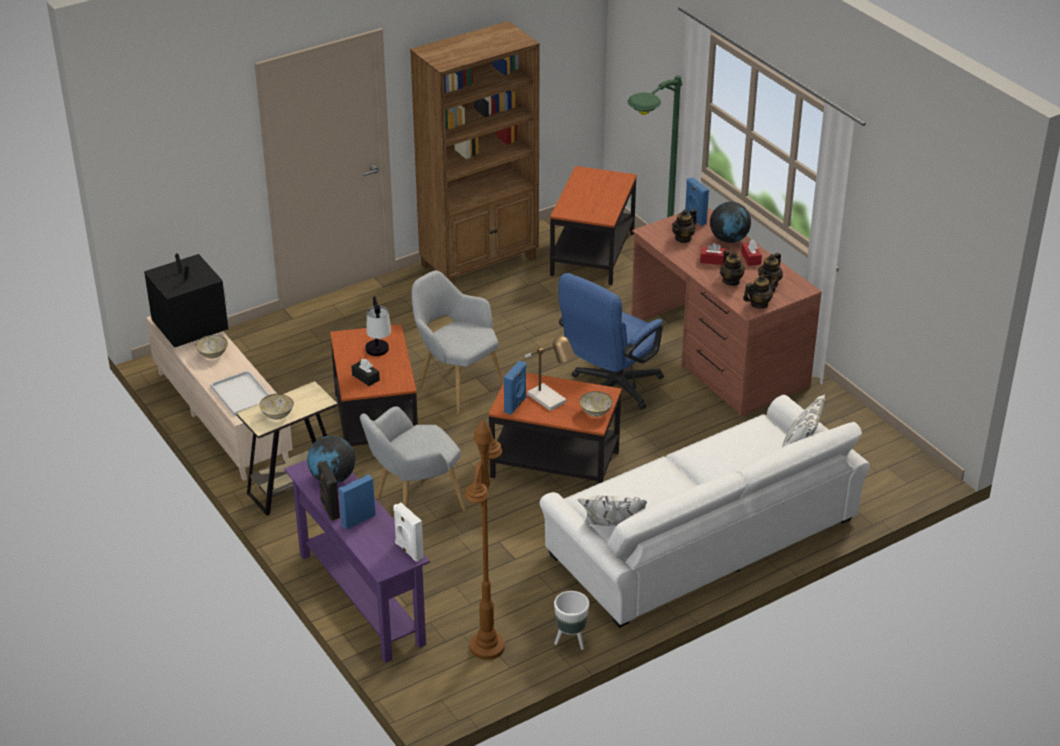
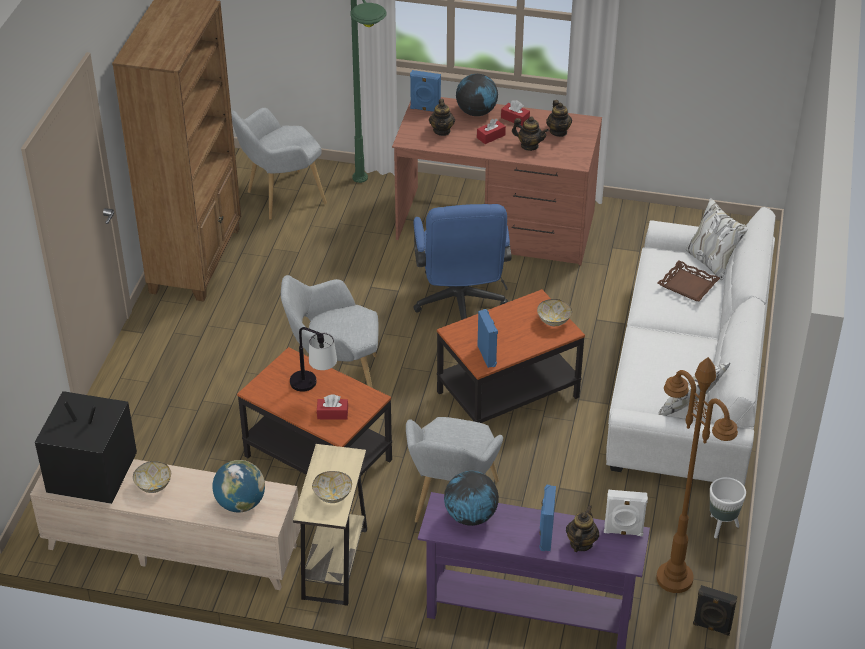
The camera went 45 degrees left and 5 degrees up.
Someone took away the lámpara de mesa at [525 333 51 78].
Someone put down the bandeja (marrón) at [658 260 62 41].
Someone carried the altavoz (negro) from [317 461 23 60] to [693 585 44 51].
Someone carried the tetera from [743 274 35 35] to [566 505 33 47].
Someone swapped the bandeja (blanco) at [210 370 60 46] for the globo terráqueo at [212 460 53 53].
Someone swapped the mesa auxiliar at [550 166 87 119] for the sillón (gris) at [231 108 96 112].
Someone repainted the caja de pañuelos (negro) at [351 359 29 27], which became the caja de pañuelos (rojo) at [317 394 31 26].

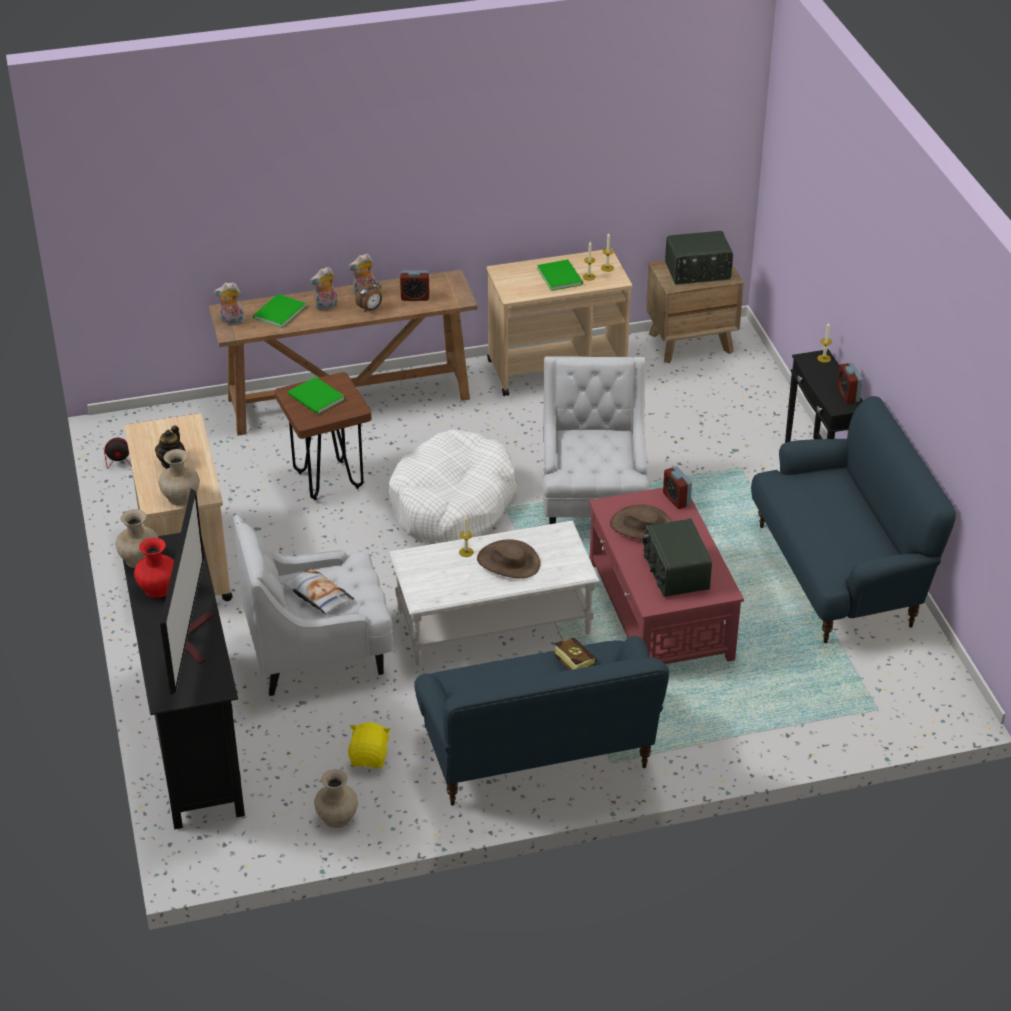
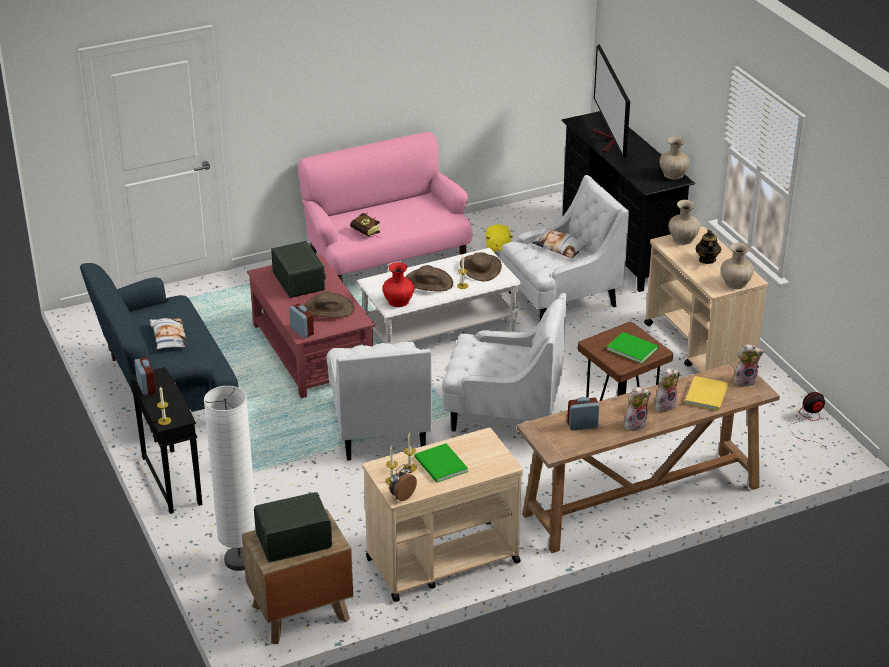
The camera went 170 degrees right and 5 degrees down.
Someone put down the cojín at [150 318 38 31].
Someone put down the lámpara de pie (blanco) at [204 386 51 185].
Someone put down the sombrero (marrón) at [460 252 42 29].
Someone carried the florero (rojo) from [134 538 40 60] to [382 262 32 45].
Someone carried the florero (beis) from [314 769 44 59] to [721 243 33 46].
Someone carried the despertador from [355 279 27 33] to [389 464 28 37].
Someone swapped the cama para perro (blanco) at [389 429 128 113] for the sillón (blanco) at [442 293 125 139].
Someone repainted the libro (verde) at [253 294 53 34], which became the libro (amarillo) at [685 376 43 34].
Someone repainted the sofá (azul) at [414 636 255 170], which became the sofá (rosa) at [298 132 174 150].

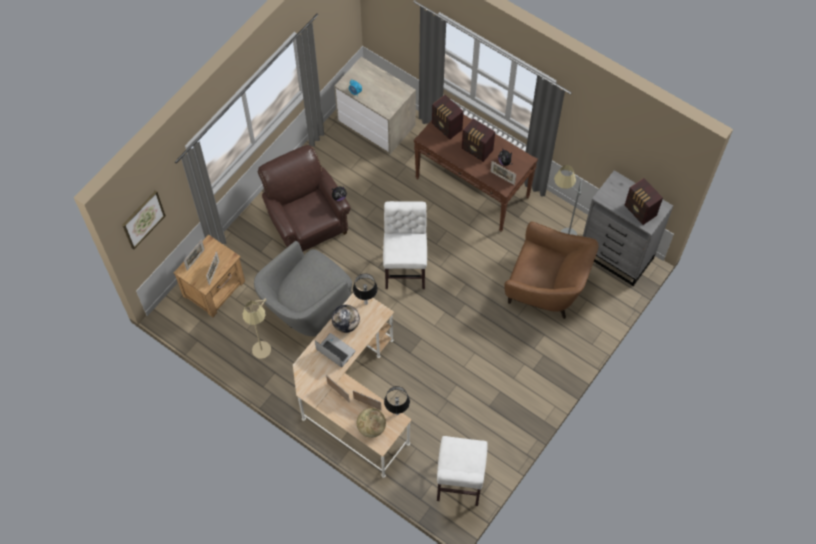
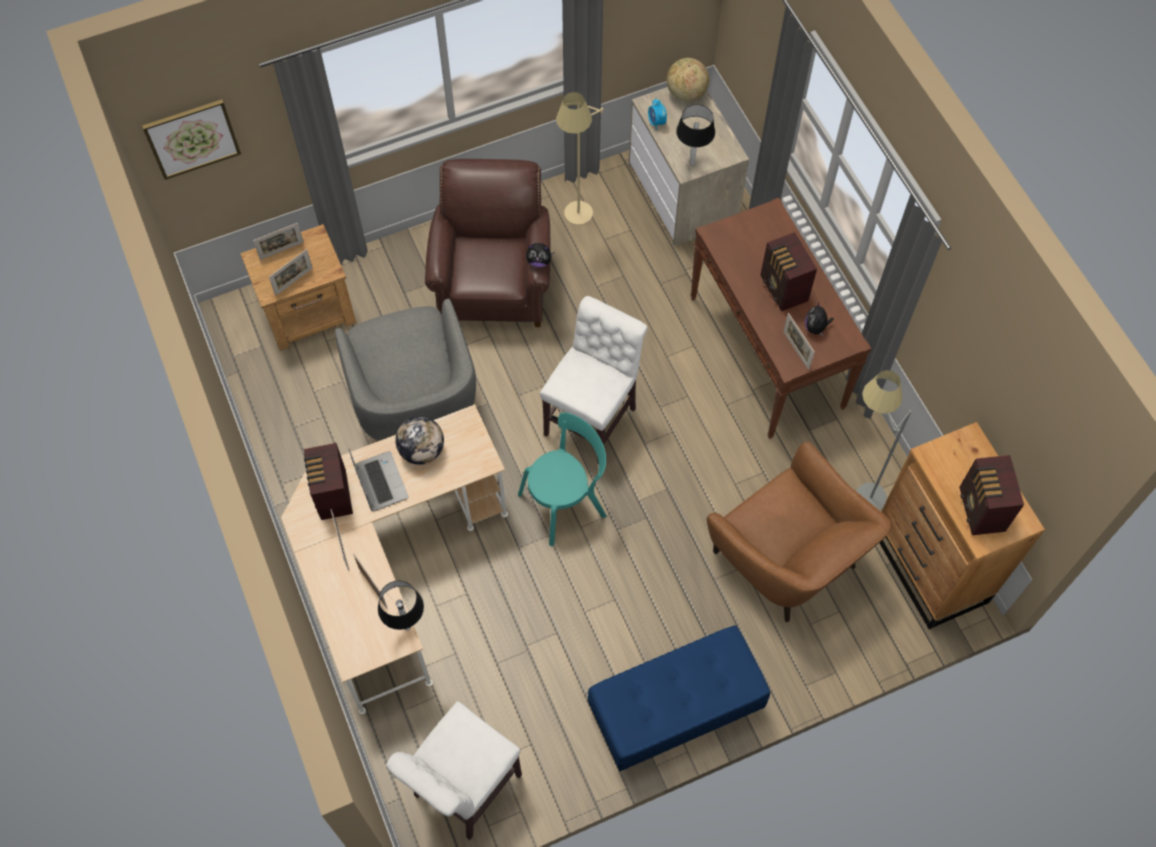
The camera went 30 degrees right and 0 degrees up.
Someone put down the silla (turquesa) at [518 412 89 134].
Someone put down the banco (azul) at [588 625 182 146].
Someone carried the lámpara de pie (beis) from [243 298 28 61] to [556 92 47 133].
Someone carried the lámpara de mesa from [353 274 25 31] to [676 104 39 62].
Someone carried the globo terráqueo from [357 408 29 30] to [667 58 42 44].
Someone carried the radio from [432 95 32 44] to [304 443 49 77].
Someone repainted the cómoda (gris) at [583 170 90 116], which became the cómoda (marrón) at [880 422 165 208].
Someone rotated the sillón (gris) at [254 241 98 95] by 90 degrees counterclockwise.

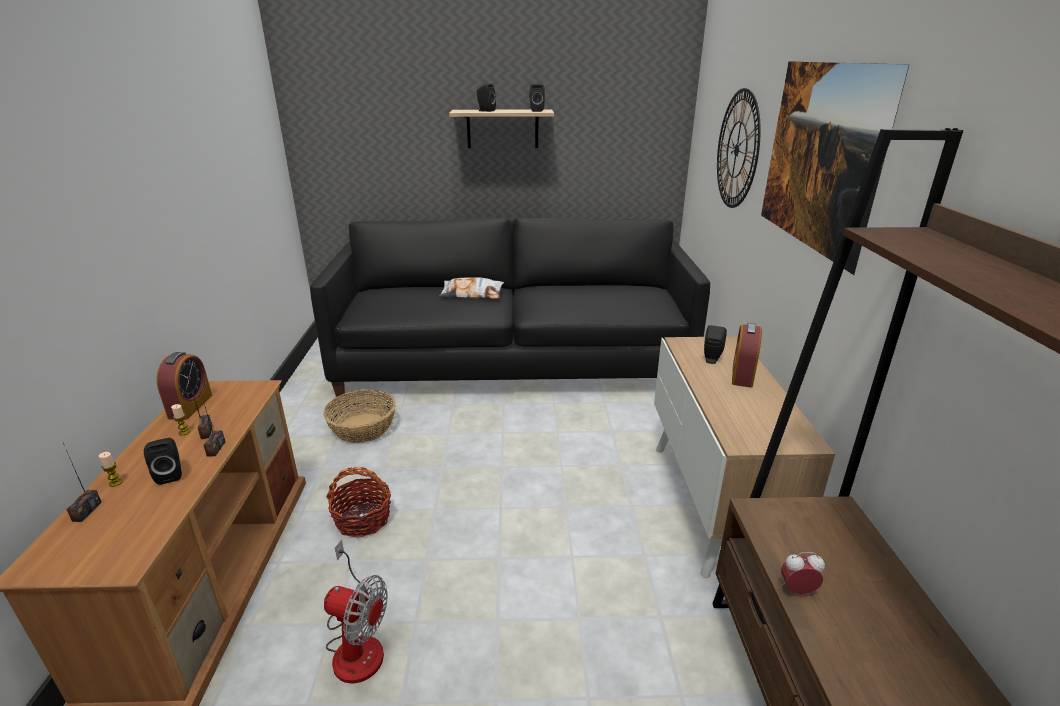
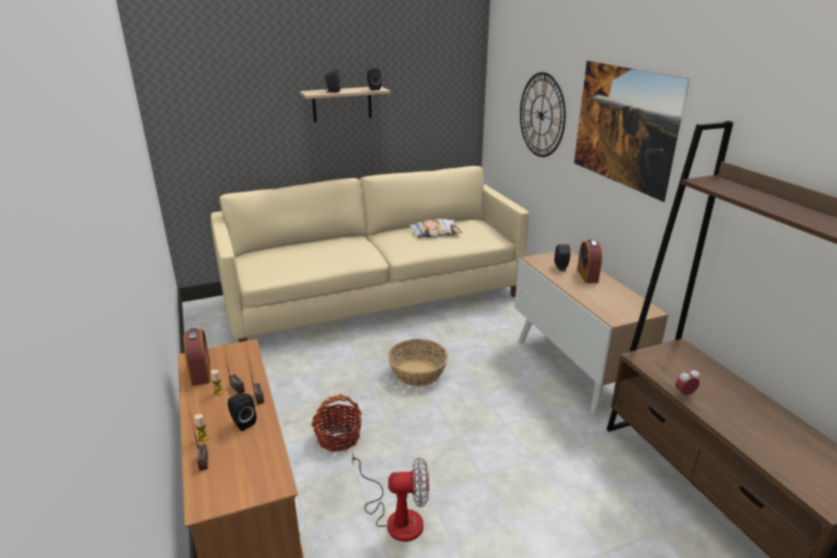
The camera went 20 degrees left and 0 degrees up.
Someone carried the cesta from [323 389 73 54] to [388 339 60 47].
Someone carried the cojín from [439 277 65 22] to [409 219 53 19].
Someone repainted the sofá (negro) at [310 218 400 179], which became the sofá (beis) at [211 166 318 176].

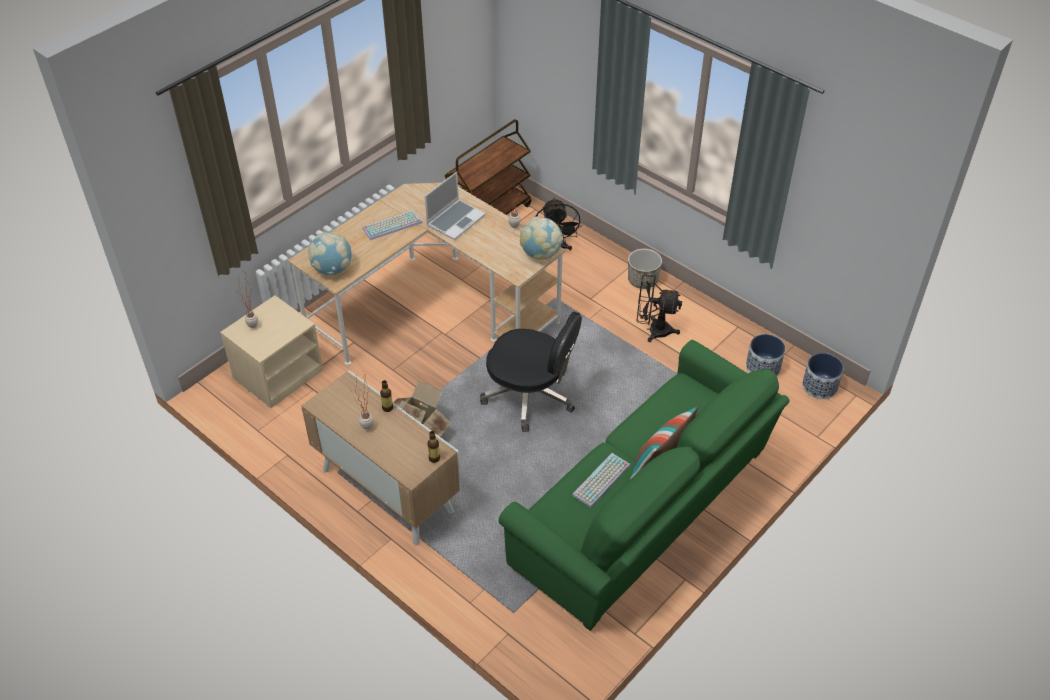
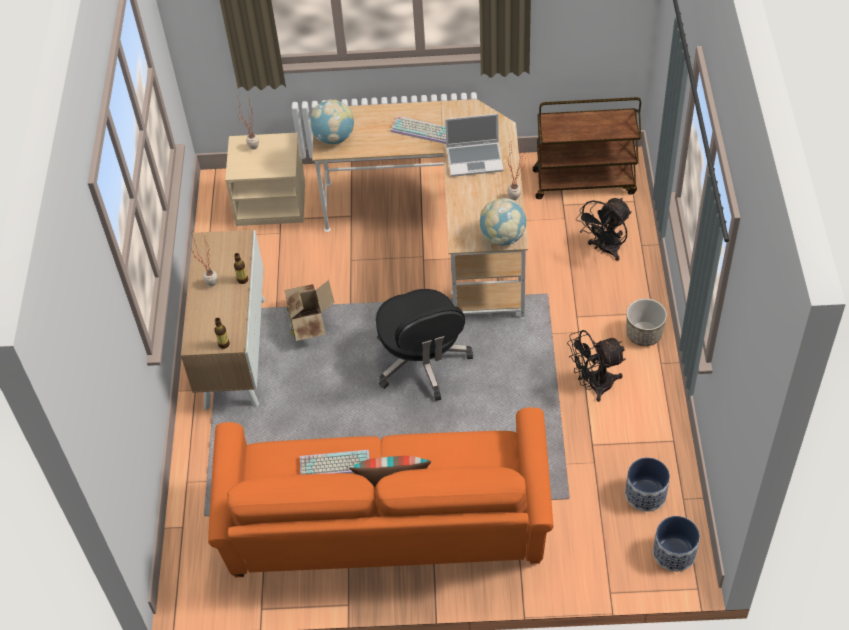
The camera went 50 degrees right and 5 degrees up.
Someone repainted the sofá (verde) at [499 340 290 291], which became the sofá (naranja) at [208 407 345 170].
Someone rotated the ventilador (negro) at [637 274 45 68] by 75 degrees counterclockwise.

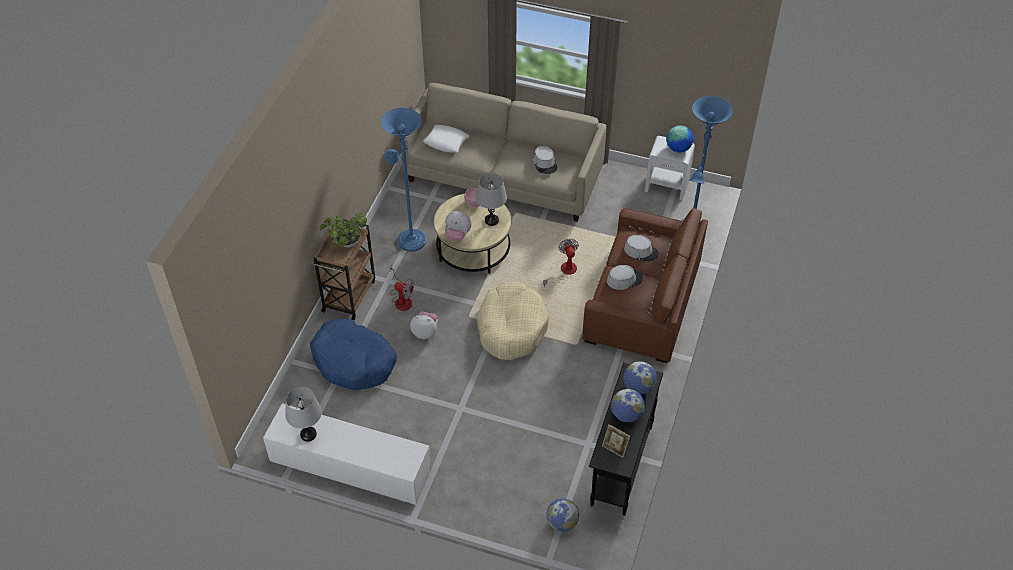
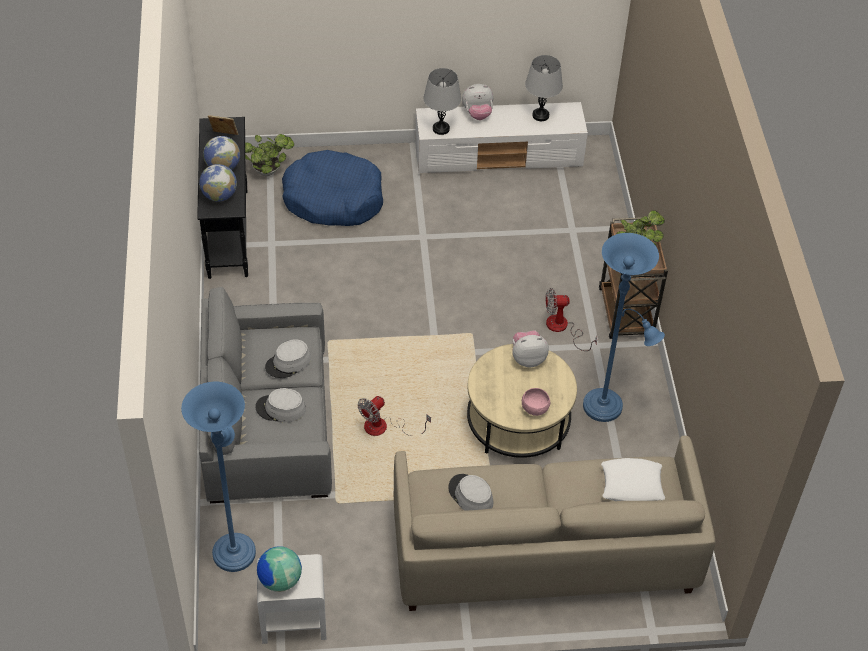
The camera went 155 degrees right and 0 degrees up.
Someone took away the cama para perro (beis) at [477 281 72 79].
Someone carried the cama para perro (azul) from [310 319 87 72] to [282 150 101 76].
Someone carried the peluche from [410 311 28 28] to [462 84 31 36].
Someone carried the lámpara de mesa (gris) from [476 173 31 53] to [423 68 38 67].
Someone swapped the globo terráqueo at [547 498 32 34] for the planta en maceta at [245 134 49 42].
Someone repainted the sofá (marrón) at [583 208 125 155], which became the sofá (gris) at [199 287 133 216].
Someone rotated the ventilador at [543 239 36 48] by 75 degrees clockwise.

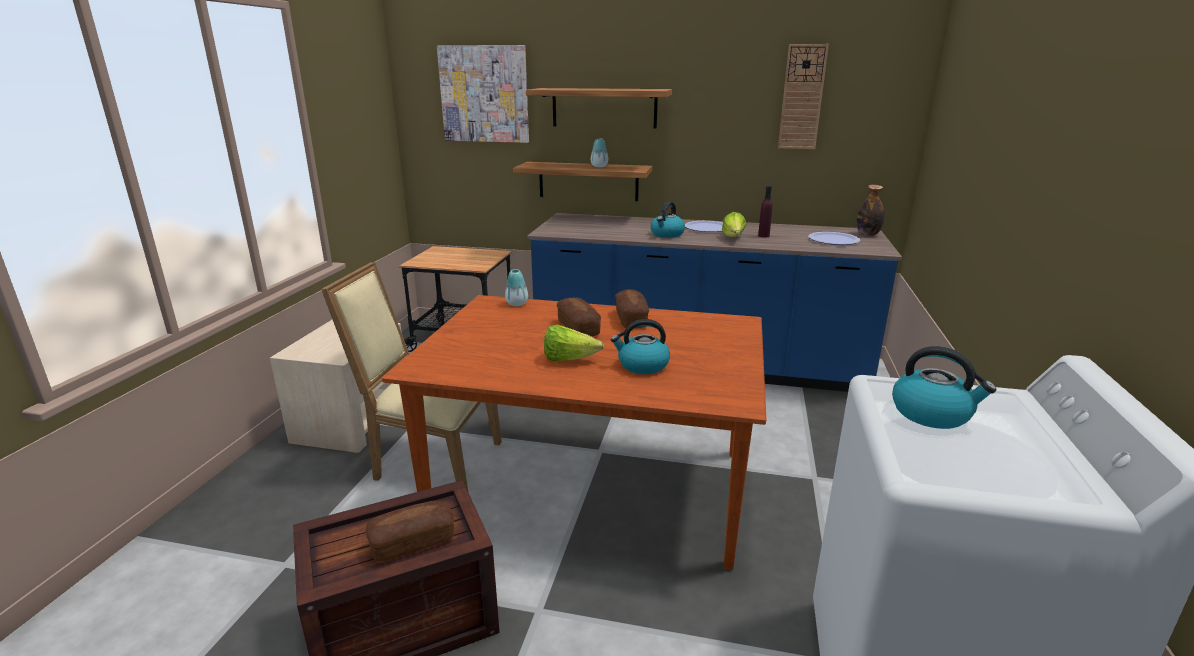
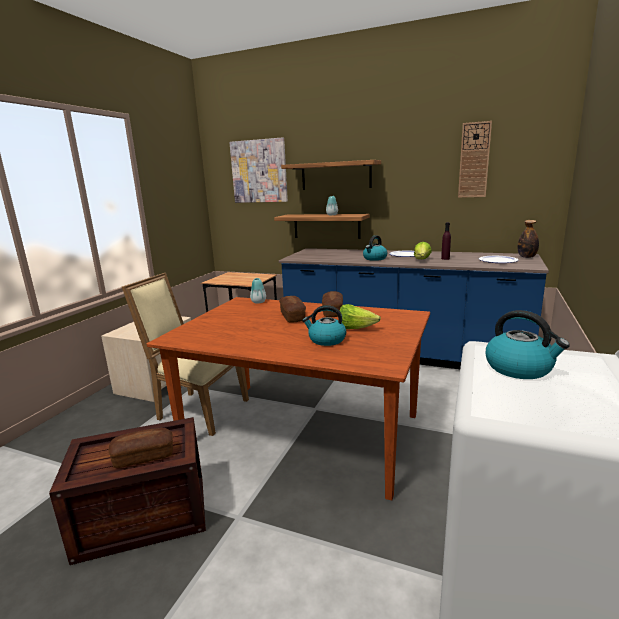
The camera went 10 degrees right and 5 degrees down.
Someone carried the lechuga from [544 324 60 37] to [340 304 41 25].

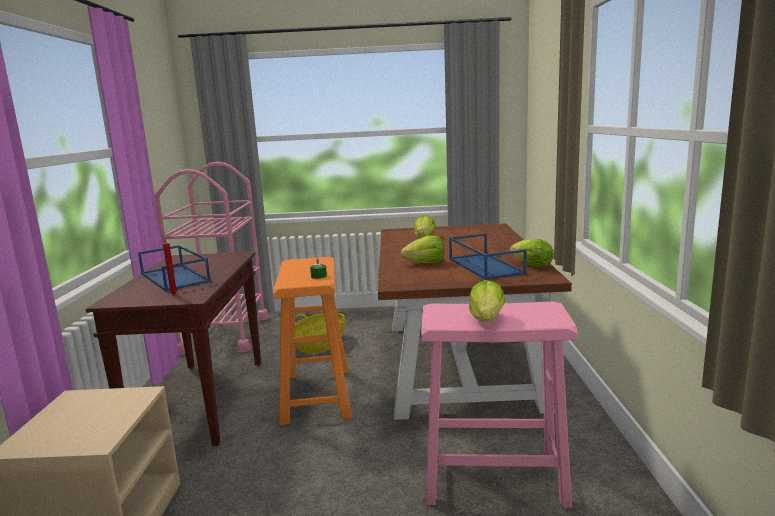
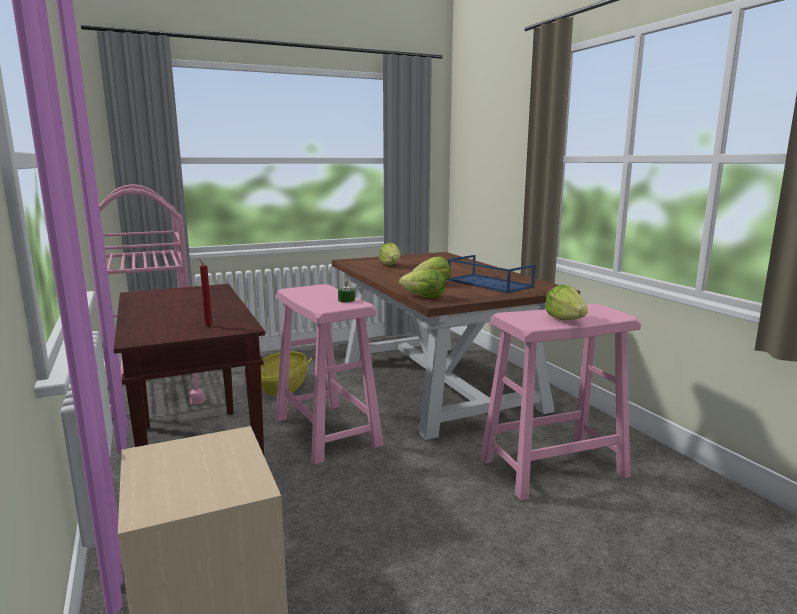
The camera went 25 degrees left and 0 degrees up.
Someone took away the bandeja (azul) at [138 245 73 47].
Someone carried the lechuga from [510 239 44 28] to [399 269 46 29].
Someone repainted the taburete (naranja) at [273 257 79 168], which became the taburete (rosa) at [275 284 109 181].

